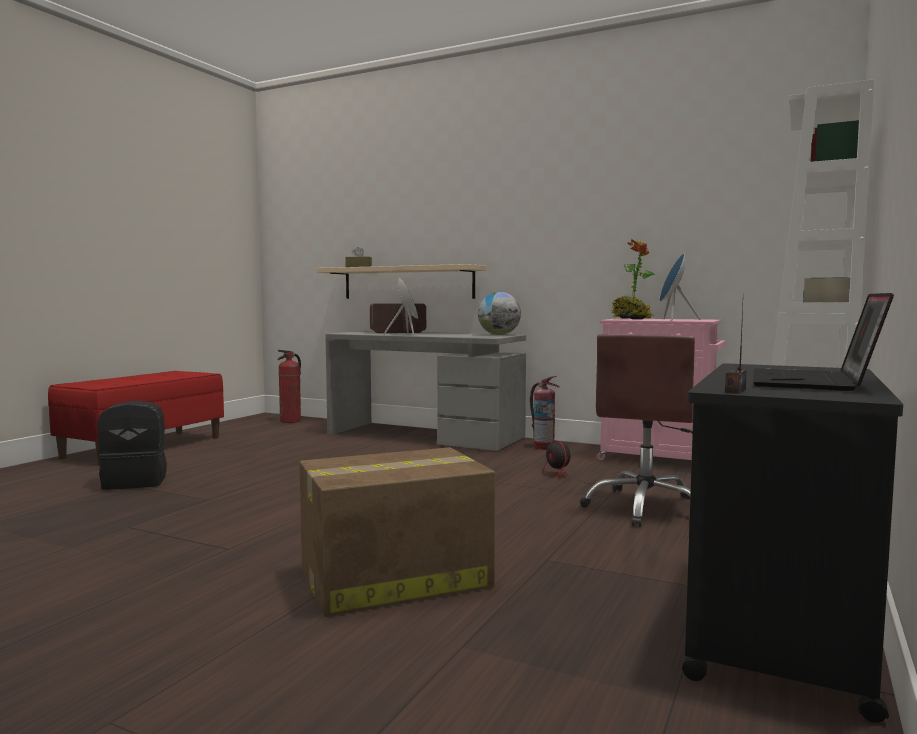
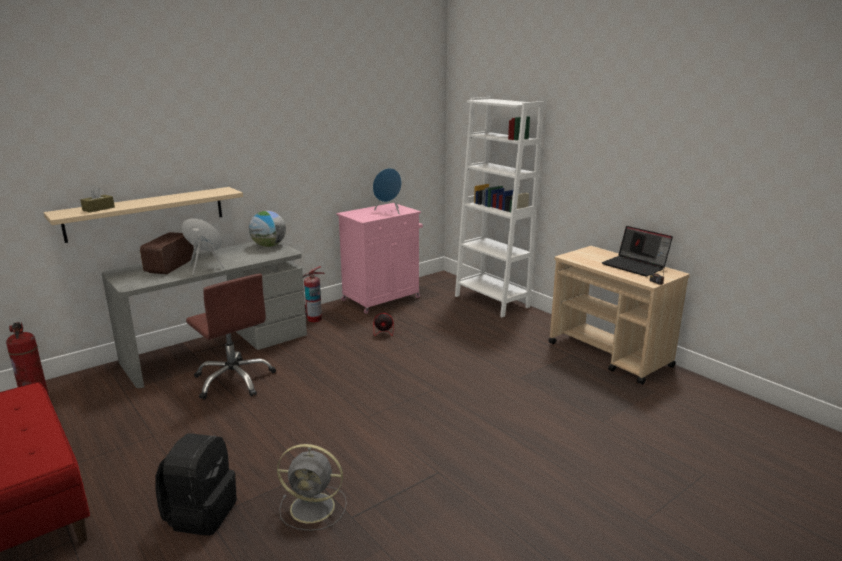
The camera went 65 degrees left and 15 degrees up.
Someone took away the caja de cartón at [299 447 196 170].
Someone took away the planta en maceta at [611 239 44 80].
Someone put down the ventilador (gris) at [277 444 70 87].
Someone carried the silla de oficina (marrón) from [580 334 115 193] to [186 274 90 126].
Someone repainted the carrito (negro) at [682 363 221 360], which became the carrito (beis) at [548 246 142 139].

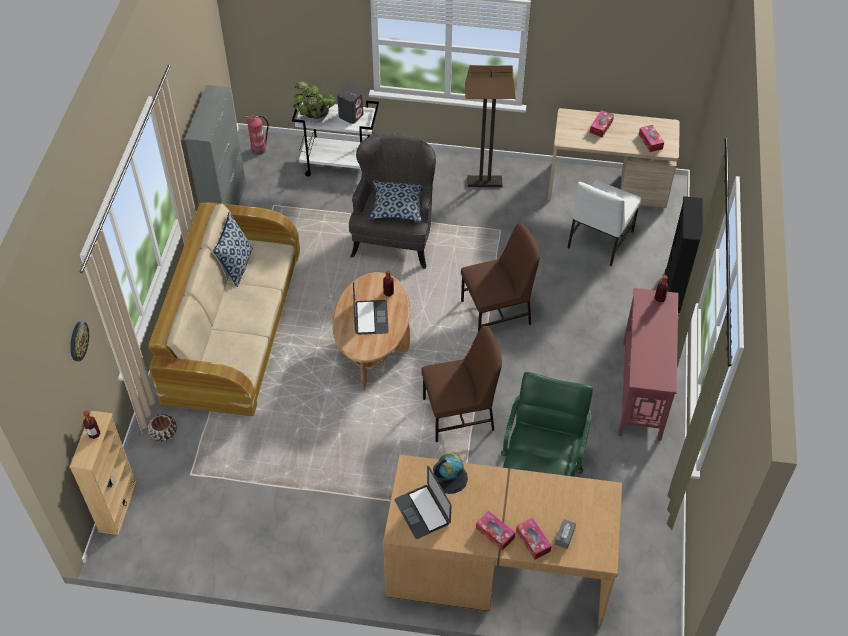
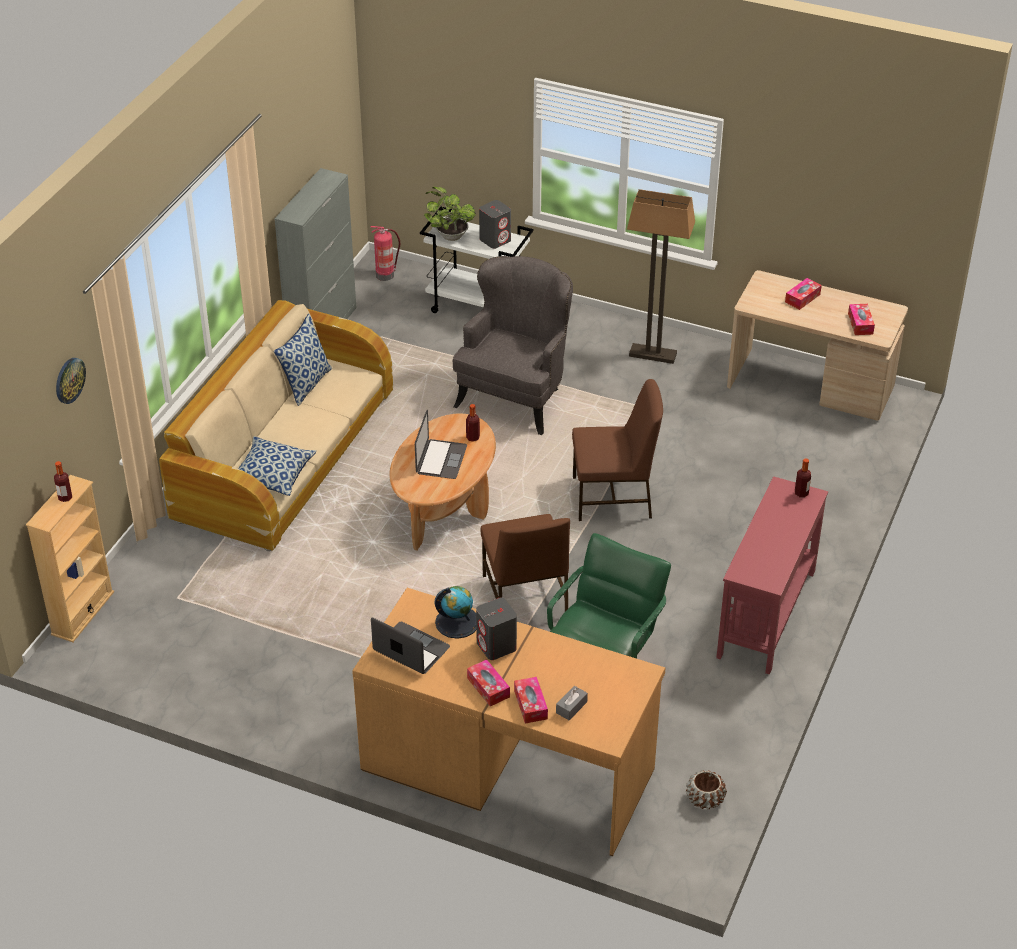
The camera went 15 degrees right and 10 degrees down.
Someone took away the silla (blanco) at [567 180 74 86].
Someone took away the estantería (negro) at [665 196 38 117].
Someone put down the altavoz (gris) at [476 597 41 63].
Someone carried the maceta (marrón) from [148 414 29 28] to [686 770 41 40].
Someone carried the cojín from [369 180 54 42] to [238 436 79 60].
Someone rotated the portátil at [395 466 56 73] by 135 degrees clockwise.
Someone rotated the silla (marrón) at [422 326 80 116] by 75 degrees clockwise.

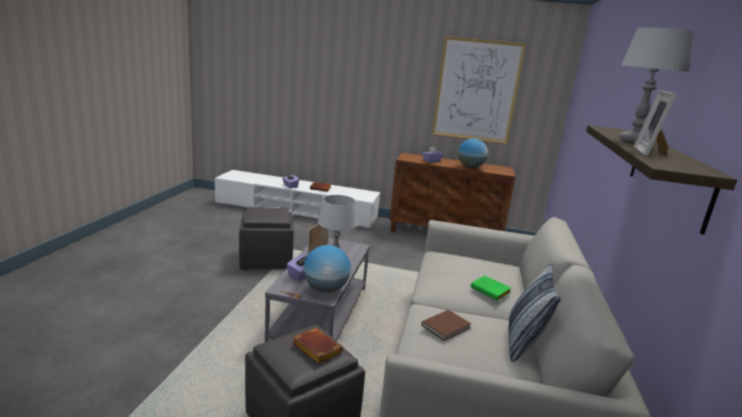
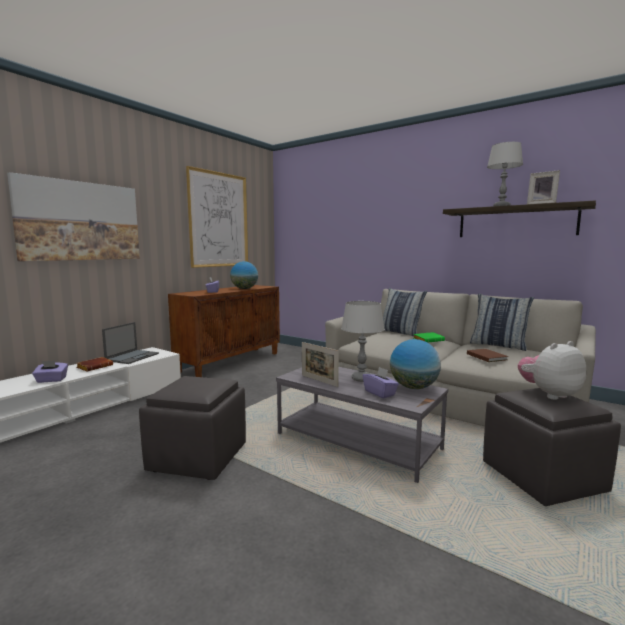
The camera went 65 degrees left and 10 degrees down.
Someone put up the cuadro at [7 172 133 89].
Someone put down the portátil at [102 322 57 42].
Someone put down the cojín at [383 288 44 49].
Someone swapped the libro (marrón) at [292 328 51 36] for the peluche at [518 341 68 59].

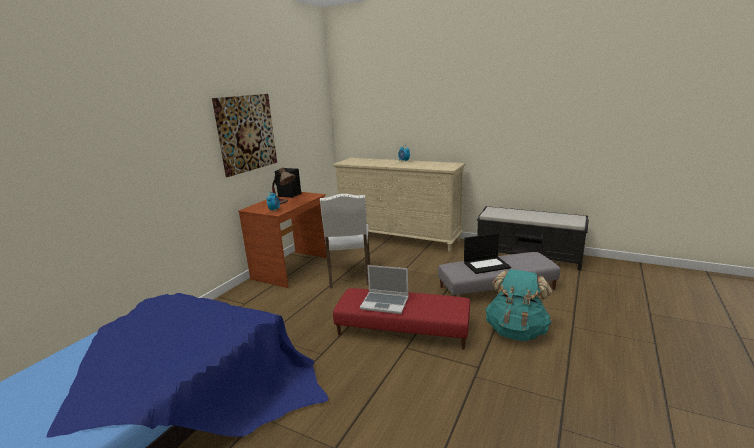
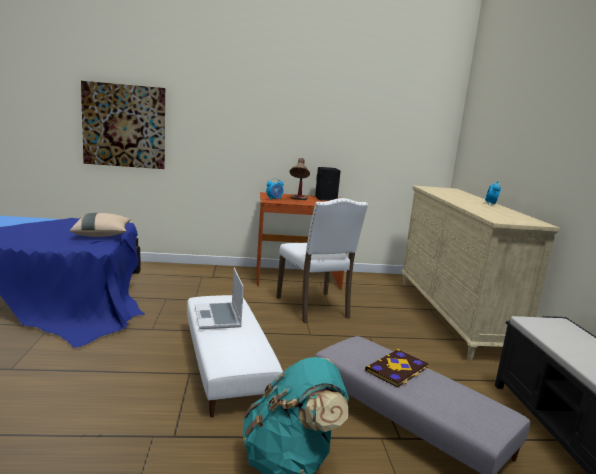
The camera went 55 degrees right and 5 degrees down.
Someone put down the cojín (beis) at [70 213 61 24].
Someone carried the cuadro from [212 94 65 83] to [81 81 84 88].
Someone swapped the portátil at [464 233 47 41] for the libro at [365 349 64 39].
Someone repainted the puf (rojo) at [333 288 137 62], which became the puf (blanco) at [187 295 96 122].
Someone rotated the silla (blanco) at [320 194 50 94] by 75 degrees counterclockwise.

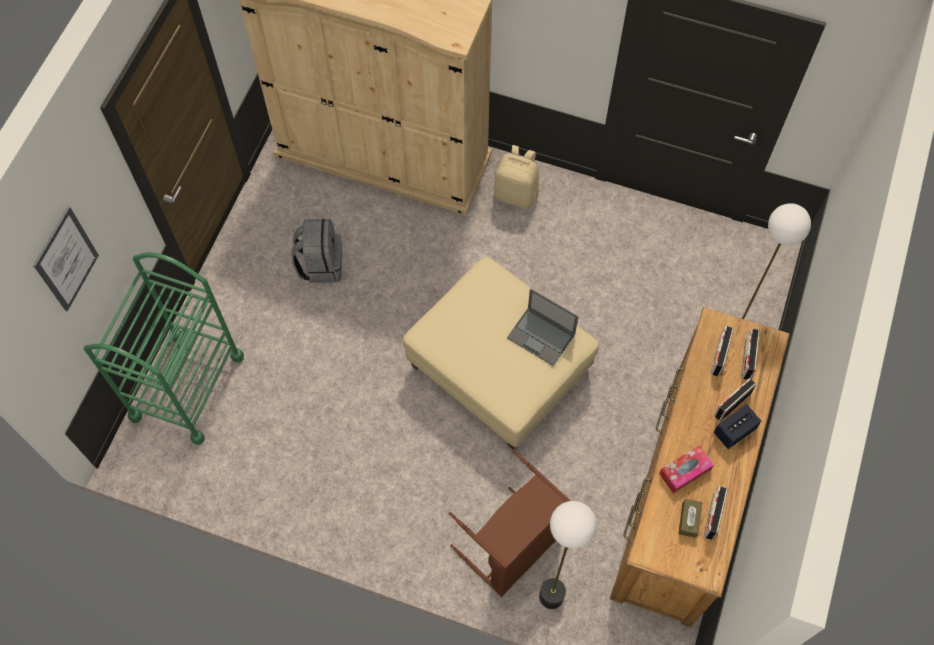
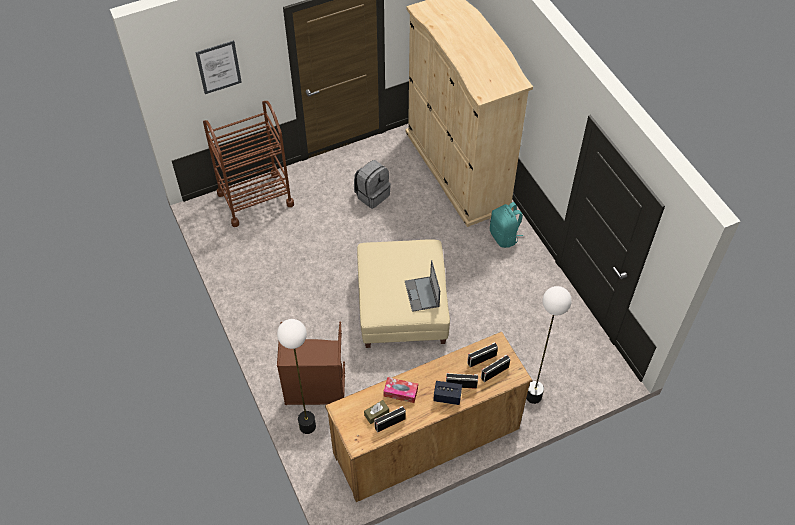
The camera went 45 degrees right and 10 degrees down.
Someone repainted the carrito (verde) at [84 252 160 193], which became the carrito (marrón) at [203 101 91 126].
Someone repainted the mochila (beis) at [494 145 45 64], which became the mochila (turquesa) at [490 202 33 46].

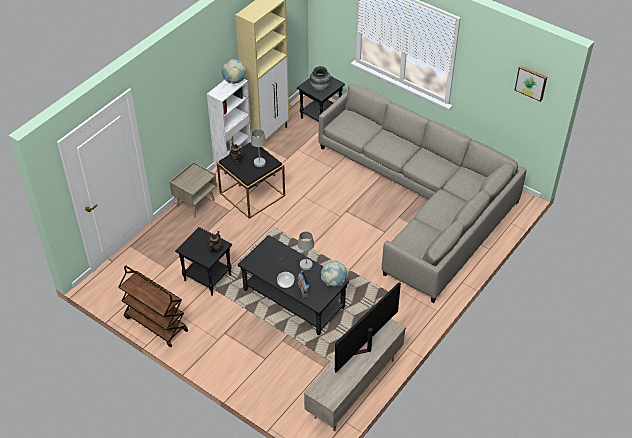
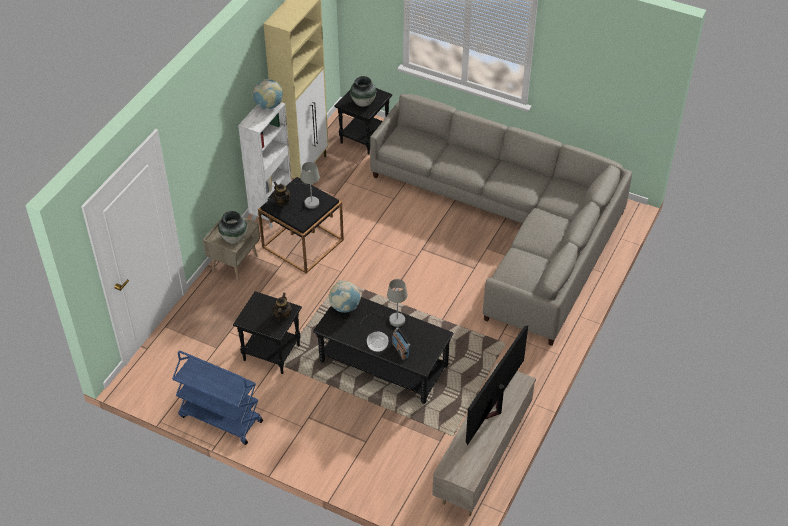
The camera went 10 degrees left and 0 degrees up.
Someone took away the cuadro at [515 65 32 37].
Someone put down the florero at [218 211 29 33].
Someone carried the globo terráqueo from [321 260 27 27] to [329 281 32 32].
Someone repainted the carrito (marrón) at [118 266 70 81], which became the carrito (azul) at [172 351 91 94].

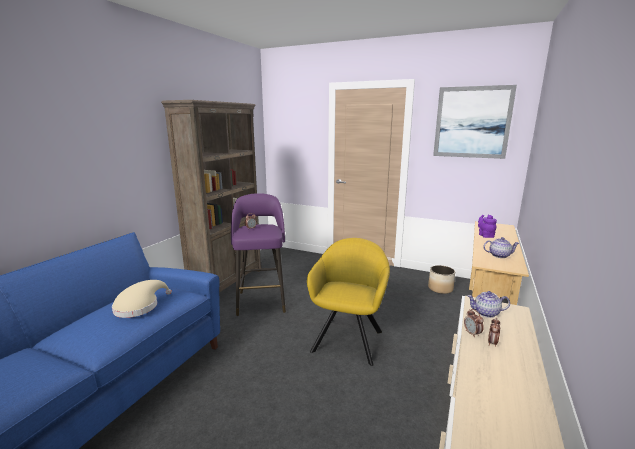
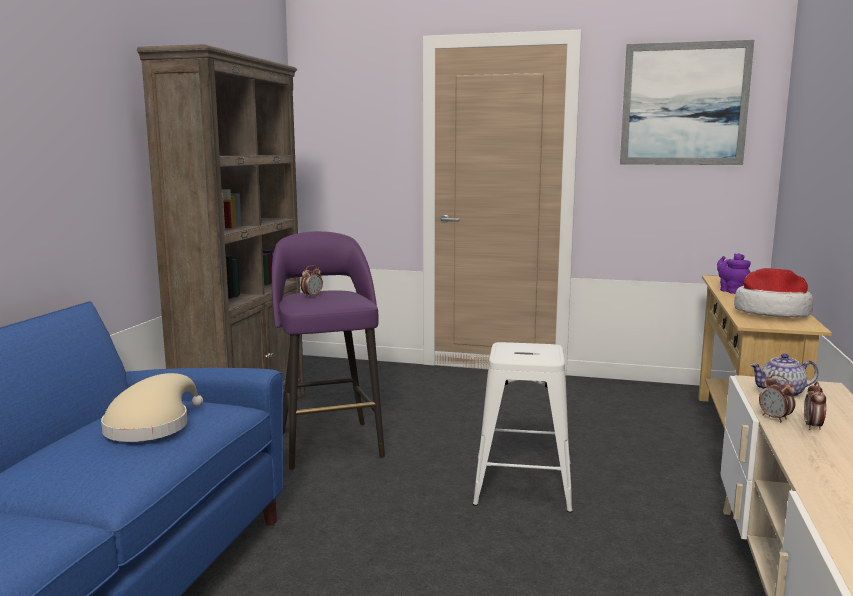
The camera went 10 degrees left and 5 degrees down.
Someone took away the maceta at [428 265 27 29].
Someone swapped the sillón (amarillo) at [307 238 83 128] for the taburete (blanco) at [473 342 100 170].
Someone swapped the tetera at [483 237 36 21] for the sombrero at [734 268 79 49].

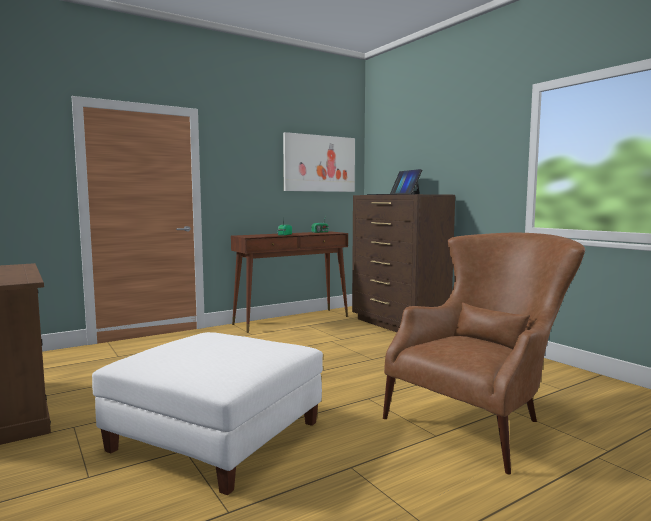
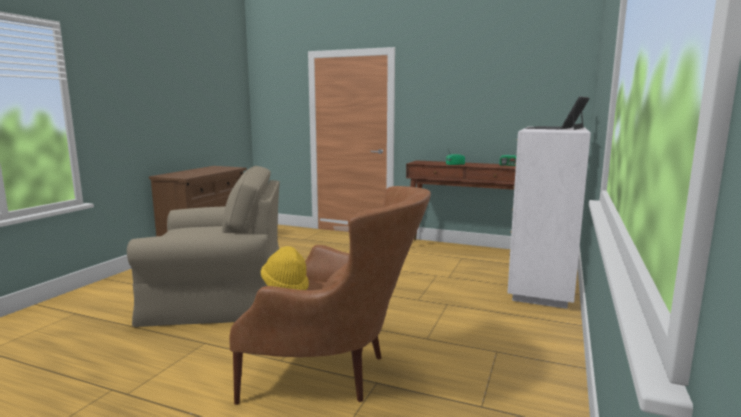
The camera went 55 degrees right and 5 degrees up.
Someone took away the cuadro at [283 132 72 60].
Someone put down the sombrero (amarillo) at [261 246 48 44].
Someone swapped the puf (blanco) at [92 332 231 164] for the sillón (beis) at [127 166 153 161].
Someone repainted the cómoda (marrón) at [352 194 103 138], which became the cómoda (blanco) at [507 127 84 182].

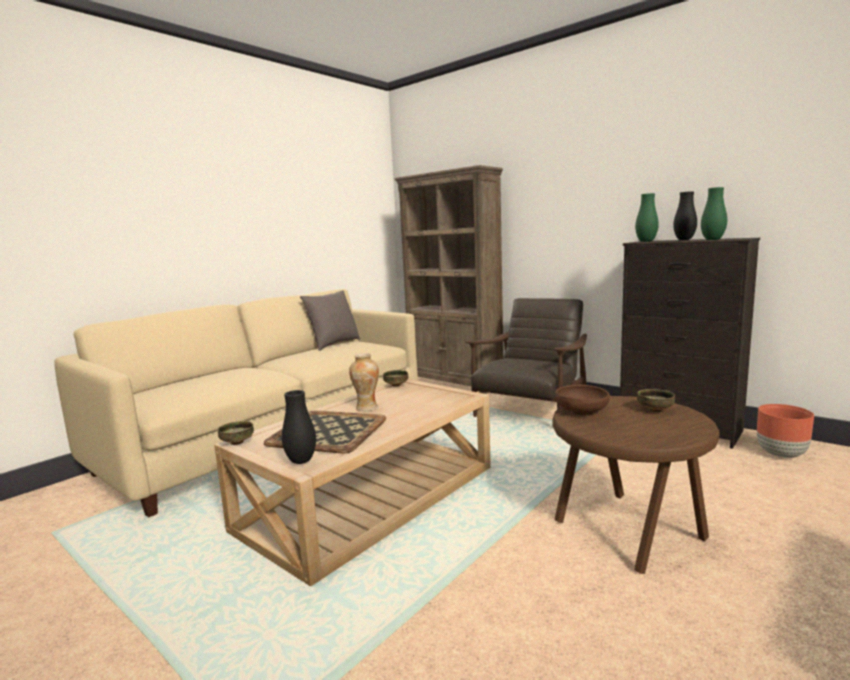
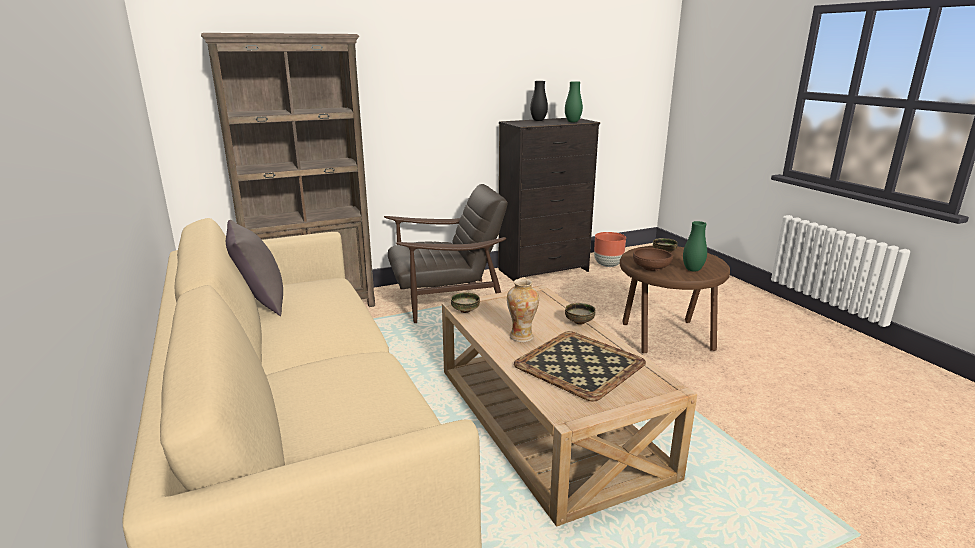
The camera went 65 degrees left and 10 degrees up.
Someone took away the florero (negro) at [282 390 34 74].
Someone carried the cuenco from [218 421 36 24] to [565 303 30 22].
Someone carried the florero (verde) from [635 193 24 49] to [683 221 24 51].
Someone rotated the sillón (marrón) at [465 298 122 119] by 105 degrees clockwise.

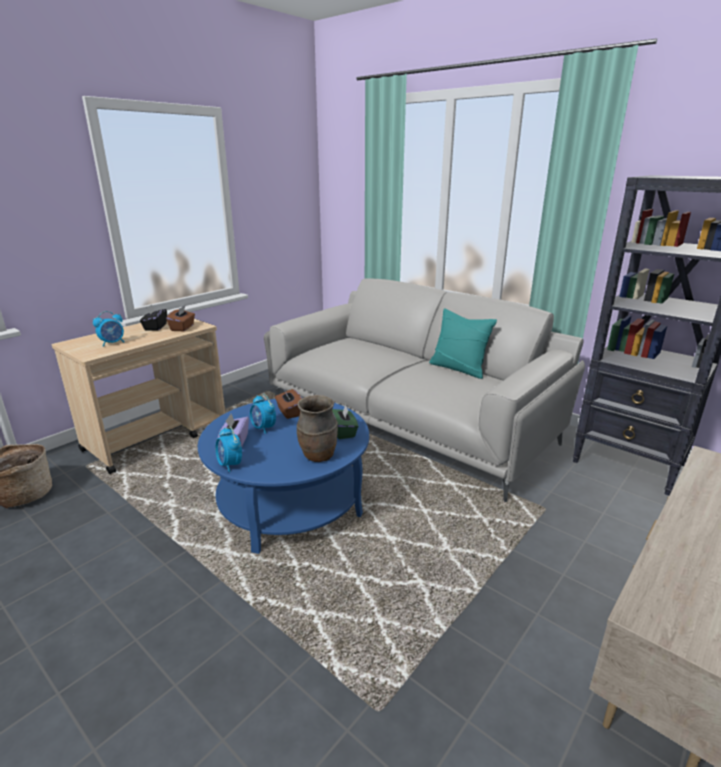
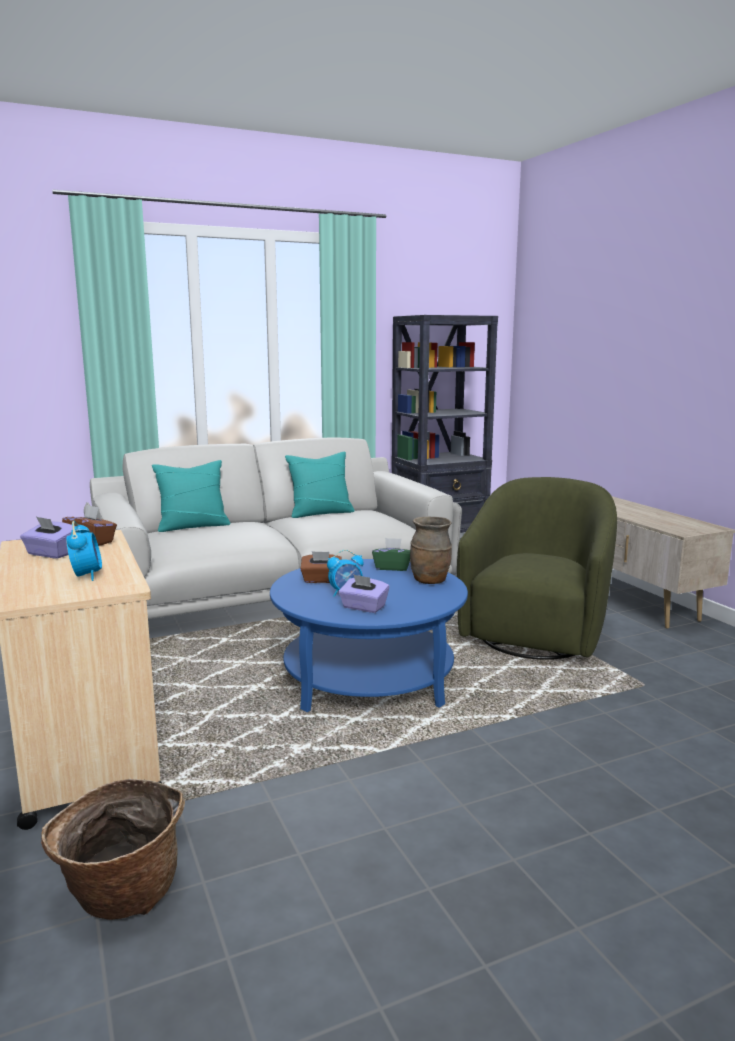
The camera went 65 degrees left and 10 degrees down.
Someone took away the despertador at [215 427 27 45].
Someone put down the cojín (turquesa) at [152 460 78 72].
Someone put down the sillón (verde) at [457 477 160 183].
Someone repainted the caja de pañuelos (negro) at [140 304 27 27], which became the caja de pañuelos (morado) at [20 516 52 43].

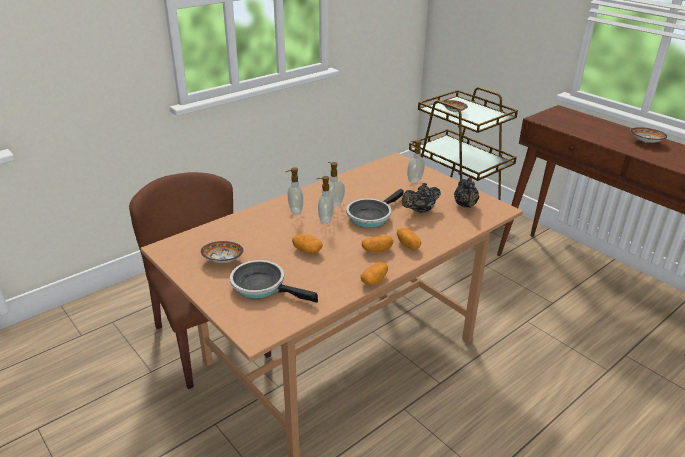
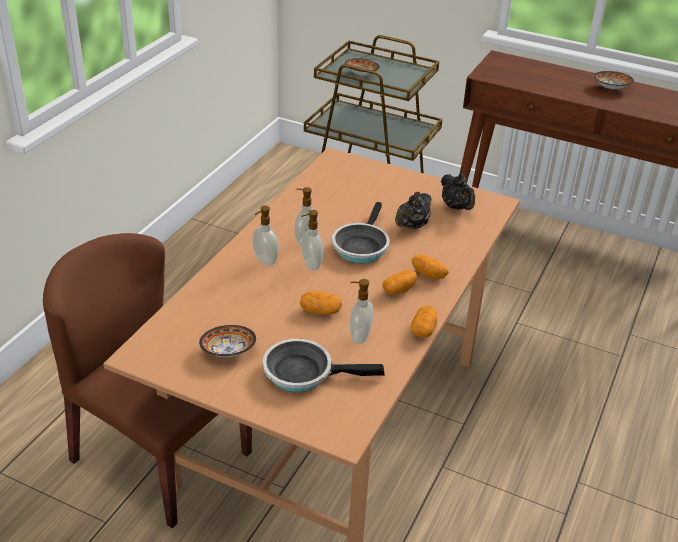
The camera went 25 degrees left and 5 degrees up.
Someone carried the dispensador de jabón from [407 140 18 43] to [350 279 23 65].

